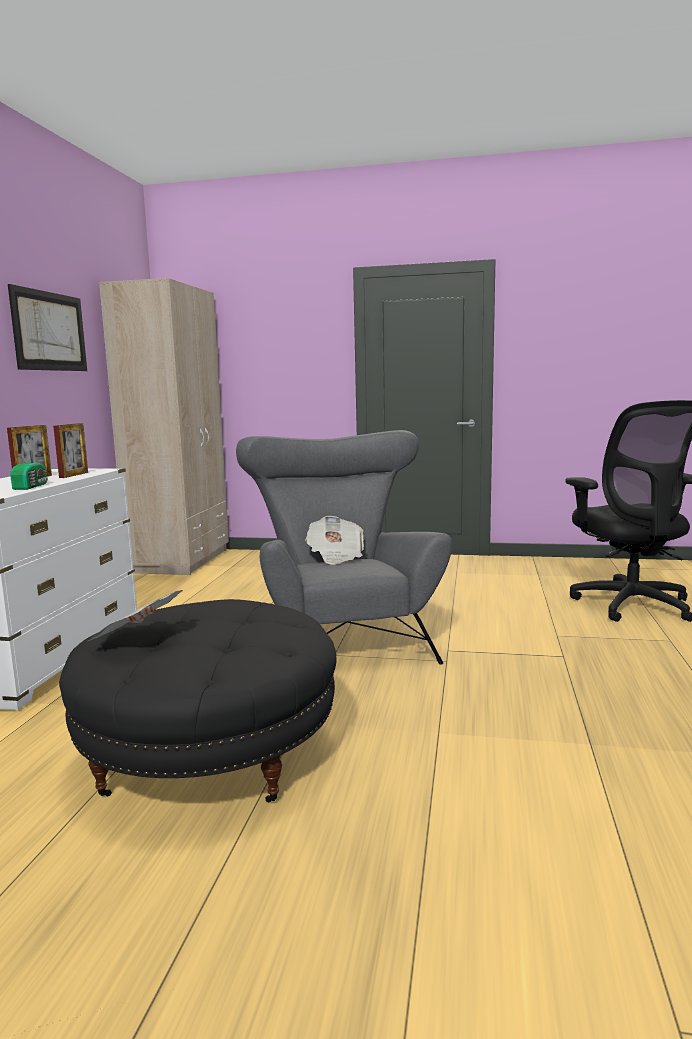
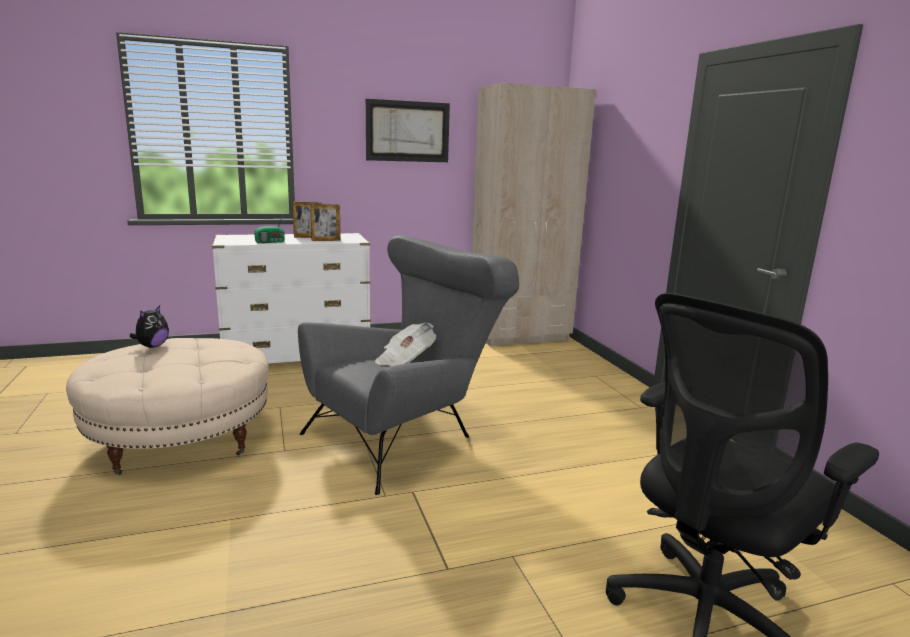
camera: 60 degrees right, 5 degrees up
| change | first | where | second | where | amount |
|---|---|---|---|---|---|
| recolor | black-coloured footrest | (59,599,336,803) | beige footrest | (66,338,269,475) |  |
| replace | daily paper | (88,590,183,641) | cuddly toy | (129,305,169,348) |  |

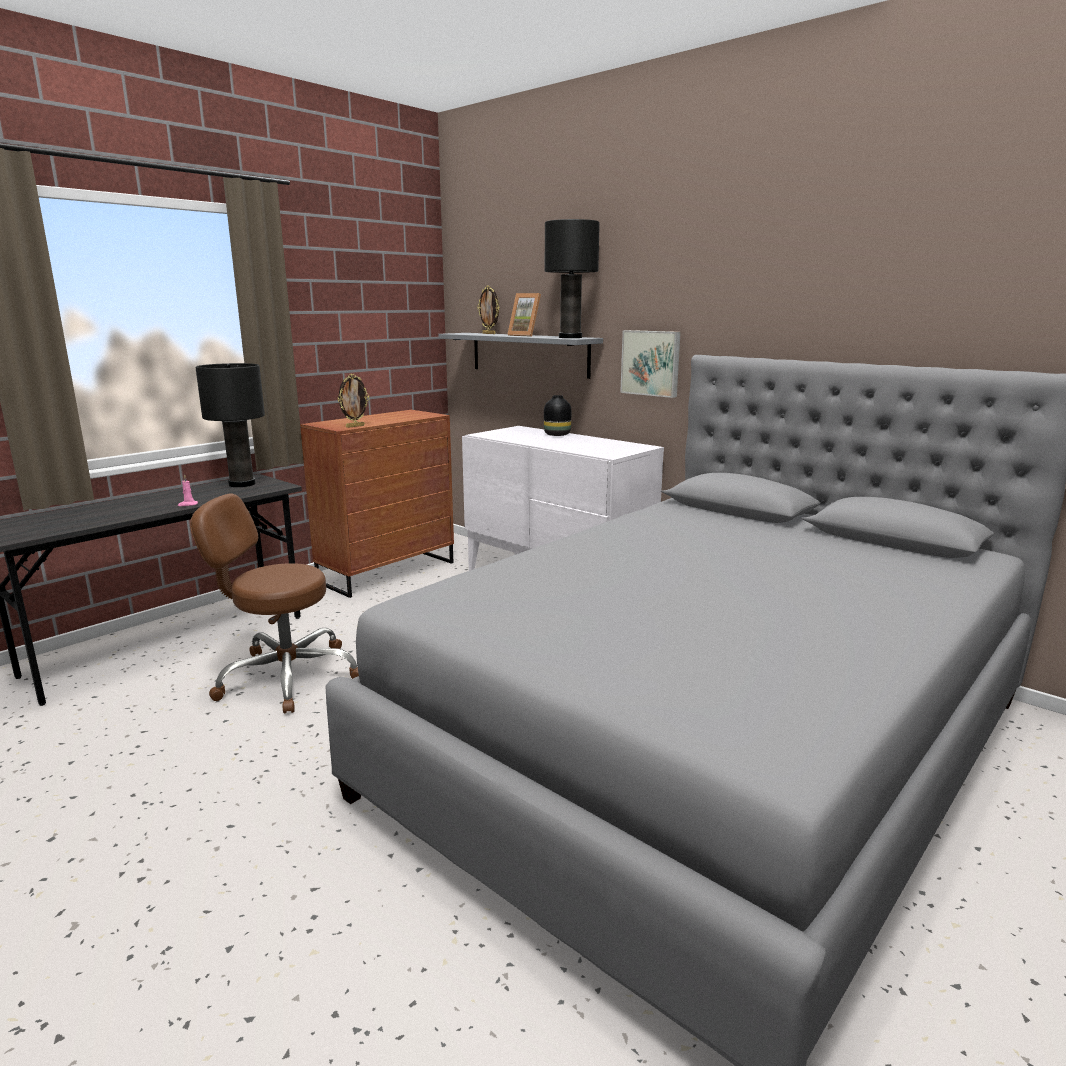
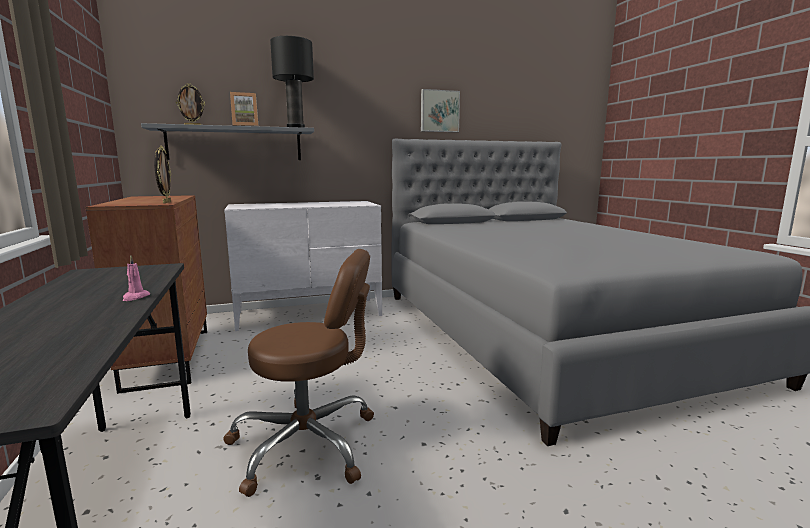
camera: 60 degrees left, 5 degrees down
| change | first | where | second | where | amount |
|---|---|---|---|---|---|
| rotate | brown-coloured office chair | (190,493,359,713) |  | (223,249,374,497) | 120 degrees counterclockwise |
| delete | black-coloured lamp for a table | (195,363,265,487) |  |  |  |
| delete | black-coloured decorative vase | (544,395,571,436) |  |  |  |
| move | picture | (620,330,681,398) |  | (421,89,460,132) |  |

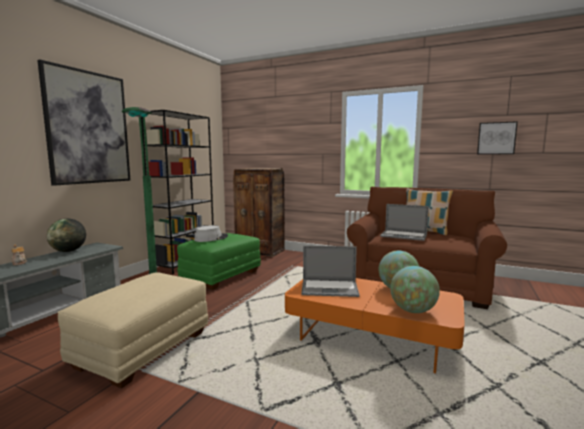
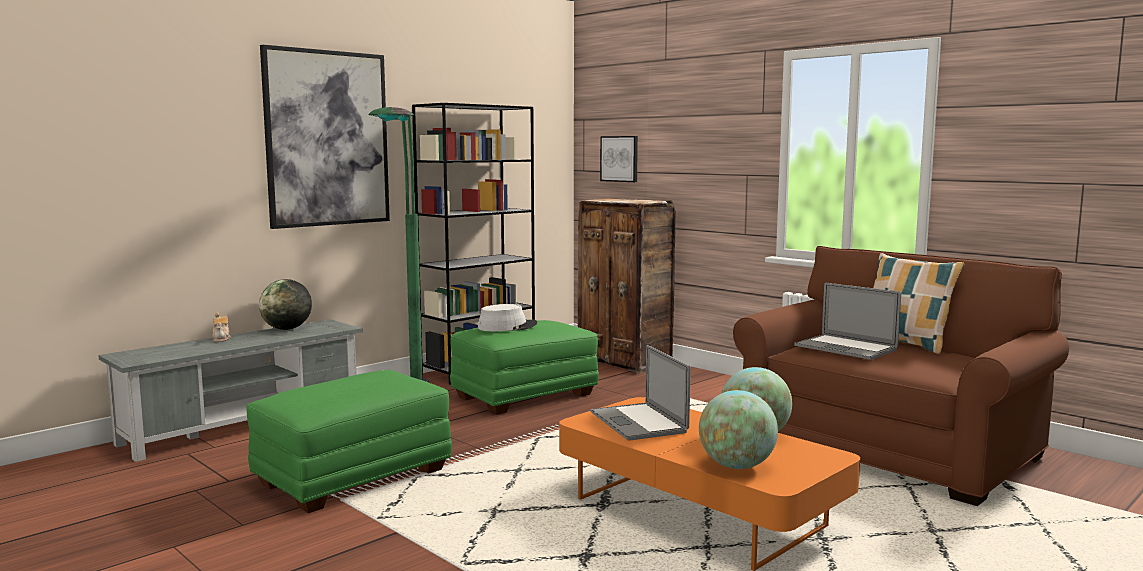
camera: 20 degrees right, 0 degrees up
| change | first | where | second | where | amount |
|---|---|---|---|---|---|
| recolor | beige footrest | (58,272,208,388) | green-coloured footrest | (247,370,452,513) |  |
| rotate | portable computer | (301,246,359,297) |  | (591,345,691,440) | 45 degrees clockwise |
| move | picture | (477,121,518,155) |  | (600,136,638,182) |  |

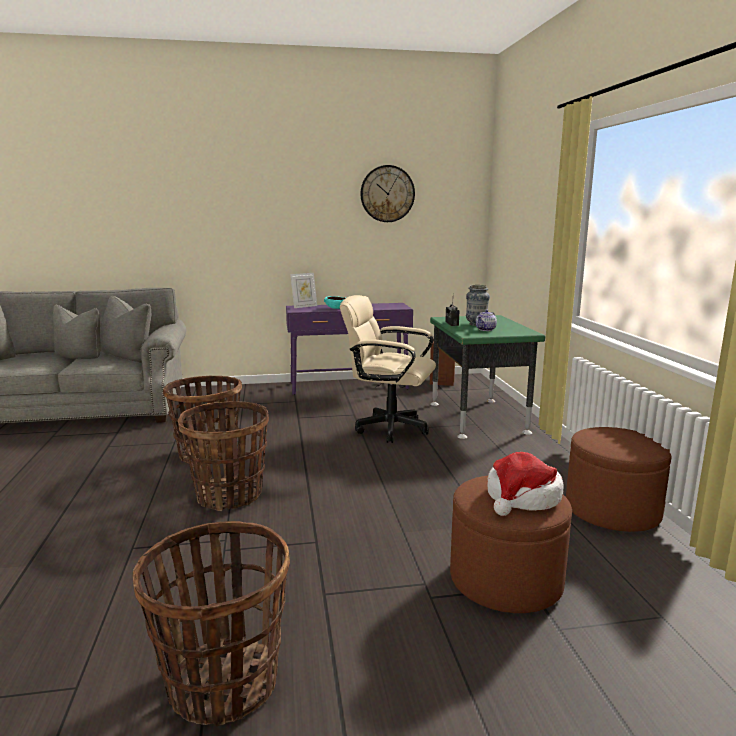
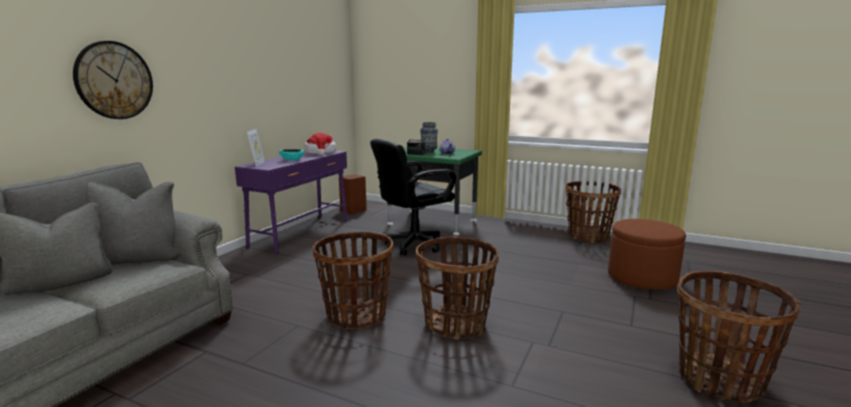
camera: 55 degrees left, 0 degrees up
| change | first | where | second | where | amount |
|---|---|---|---|---|---|
| recolor | beige office chair | (340,295,436,443) | black-coloured office chair | (370,139,456,256) |  |
| move | clock on the wall | (361,165,415,222) |  | (73,41,153,119) |  |
| move | wearable hat | (488,452,564,516) |  | (305,133,336,156) |  |
| replace | brown-coloured footrest | (566,427,672,532) | storage basket | (565,181,621,243) |  |

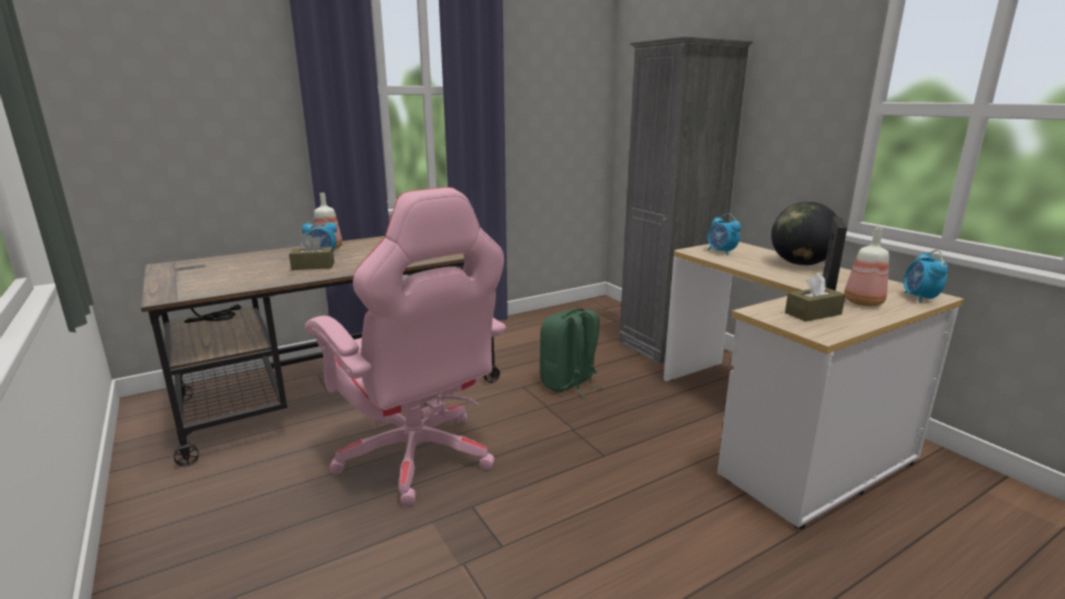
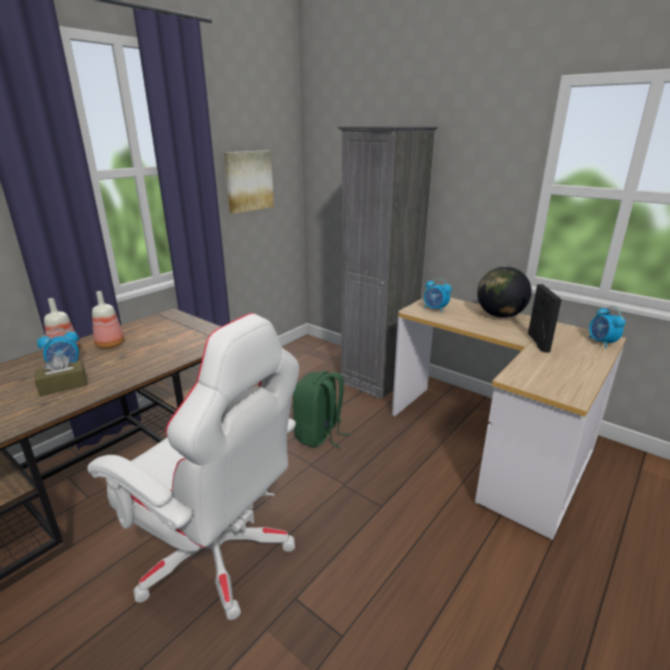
camera: 20 degrees left, 5 degrees up
| change | first | where | second | where | amount |
|---|---|---|---|---|---|
| recolor | pink-coloured office chair | (305,187,506,507) | white office chair | (88,313,299,620) |  |
| delete | brown-coloured tissue holder | (785,273,846,322) |  |  |  |
| move | bottle | (844,228,889,306) |  | (92,291,124,349) |  |
| insert |  |  | picture | (224,150,274,214) |  |

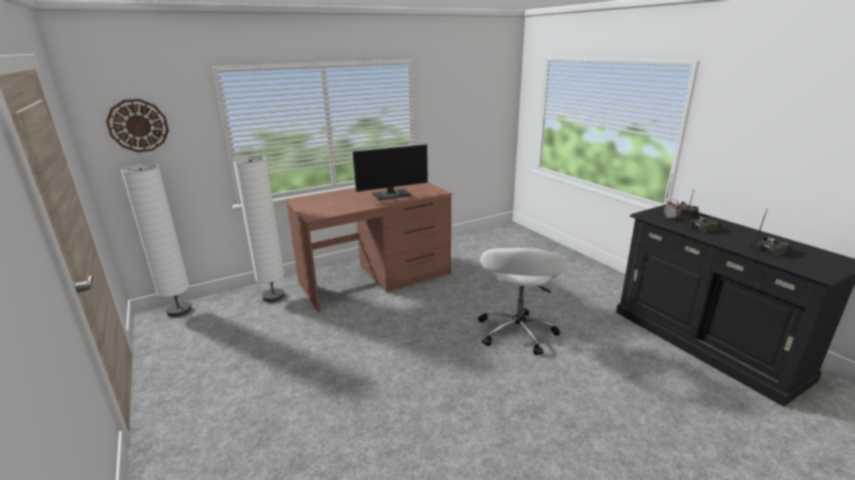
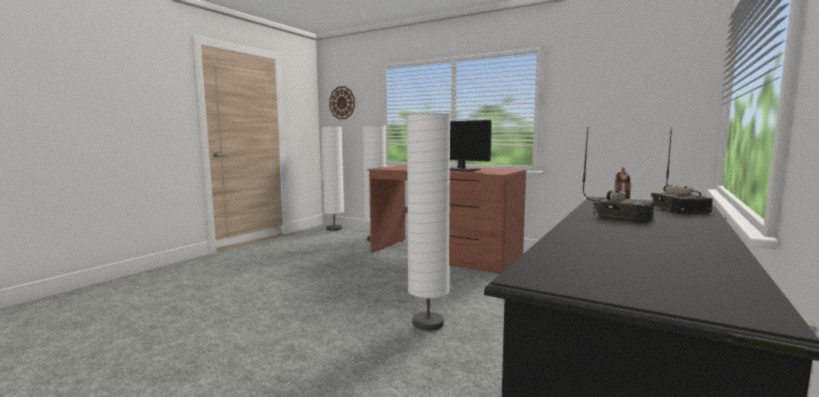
camera: 60 degrees right, 15 degrees down
| change | first | where | second | where | amount |
|---|---|---|---|---|---|
| replace | white office chair | (478,248,567,355) | white floor lamp | (407,113,451,331) |  |
| delete | radio | (750,210,792,256) |  |  |  |

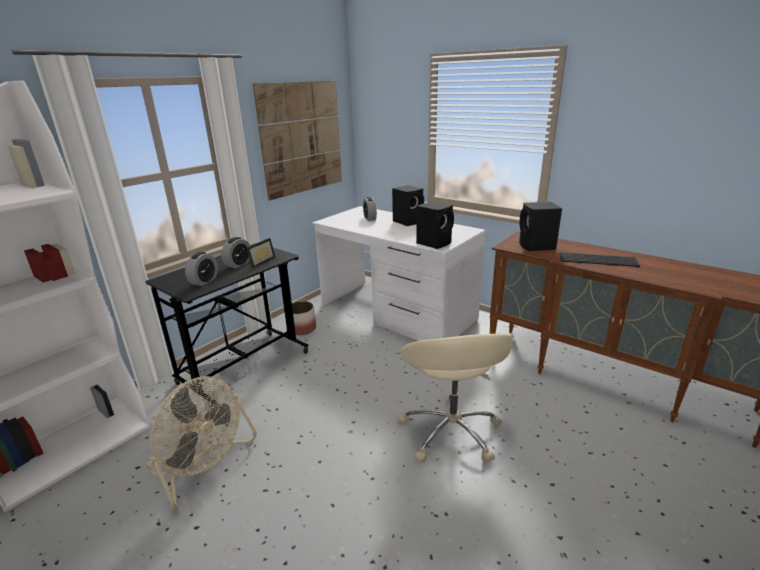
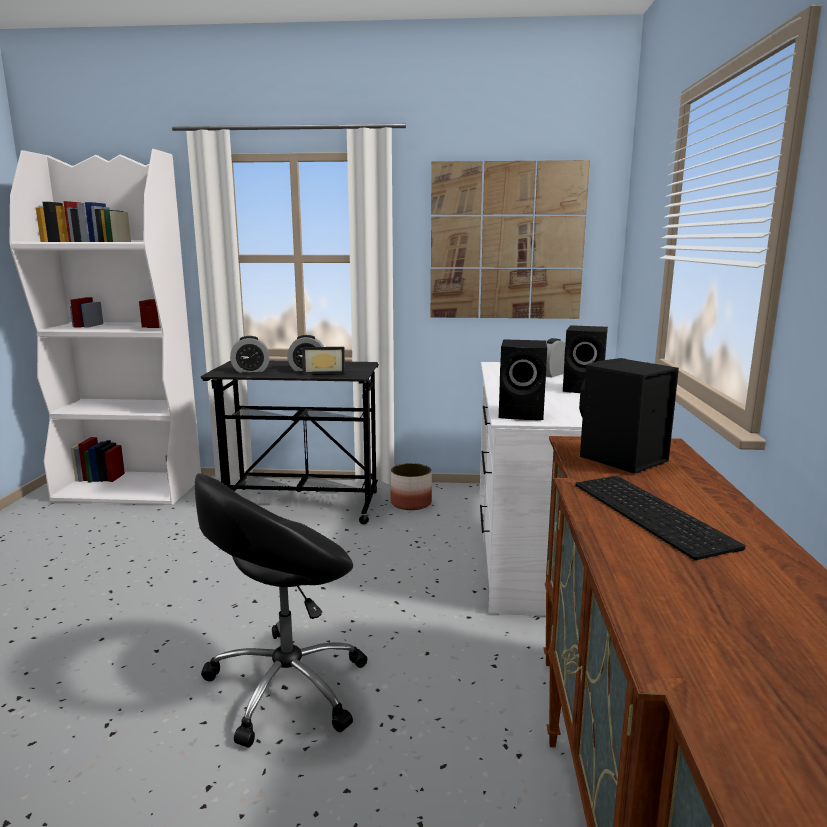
camera: 55 degrees right, 10 degrees down
| change | first | where | second | where | amount |
|---|---|---|---|---|---|
| delete | beige cooling fan | (146,376,257,513) |  |  |  |
| recolor | beige office chair | (397,334,513,463) | black-coloured office chair | (195,473,367,748) |  |

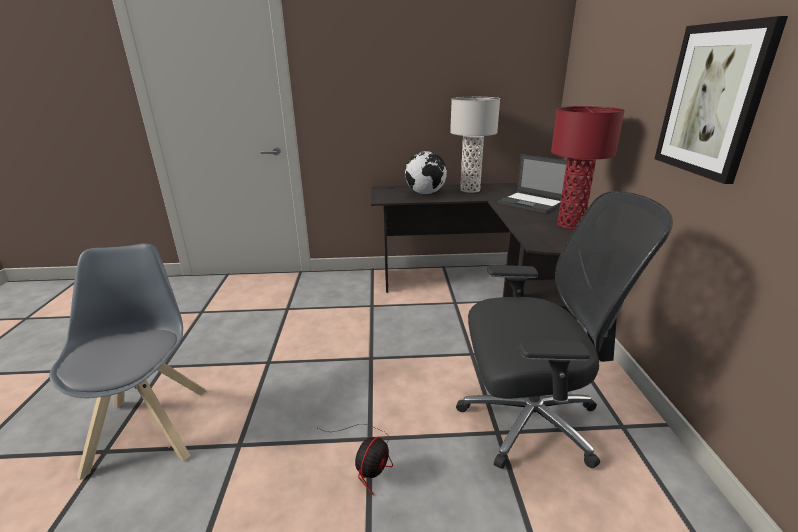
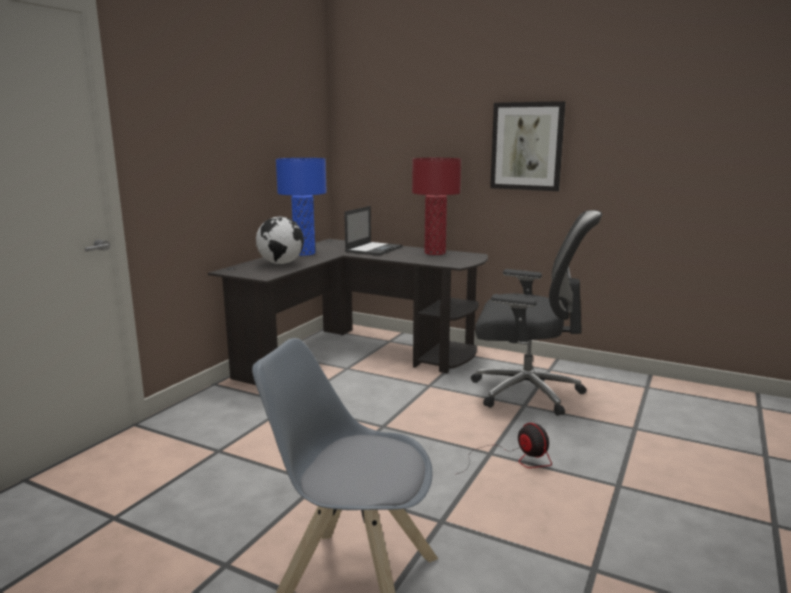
camera: 60 degrees left, 10 degrees down
| change | first | where | second | where | amount |
|---|---|---|---|---|---|
| recolor | white lamp for a table | (450,97,500,193) | blue-coloured lamp for a table | (276,158,327,256) |  |
| rotate | office chair | (456,191,673,469) |  | (471,210,602,416) | 75 degrees clockwise |
| rotate | portable computer | (498,154,568,213) |  | (344,206,403,256) | 45 degrees counterclockwise |

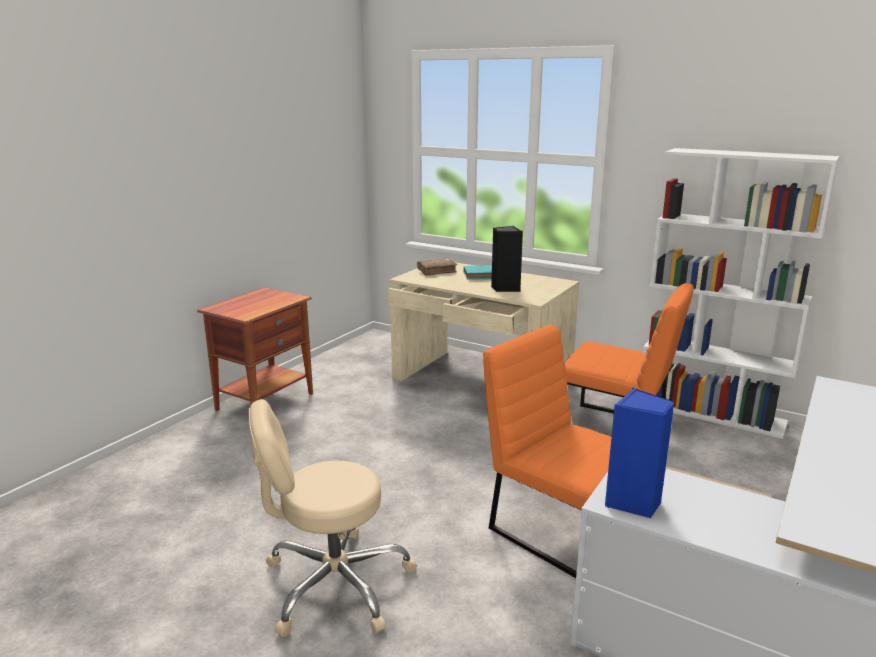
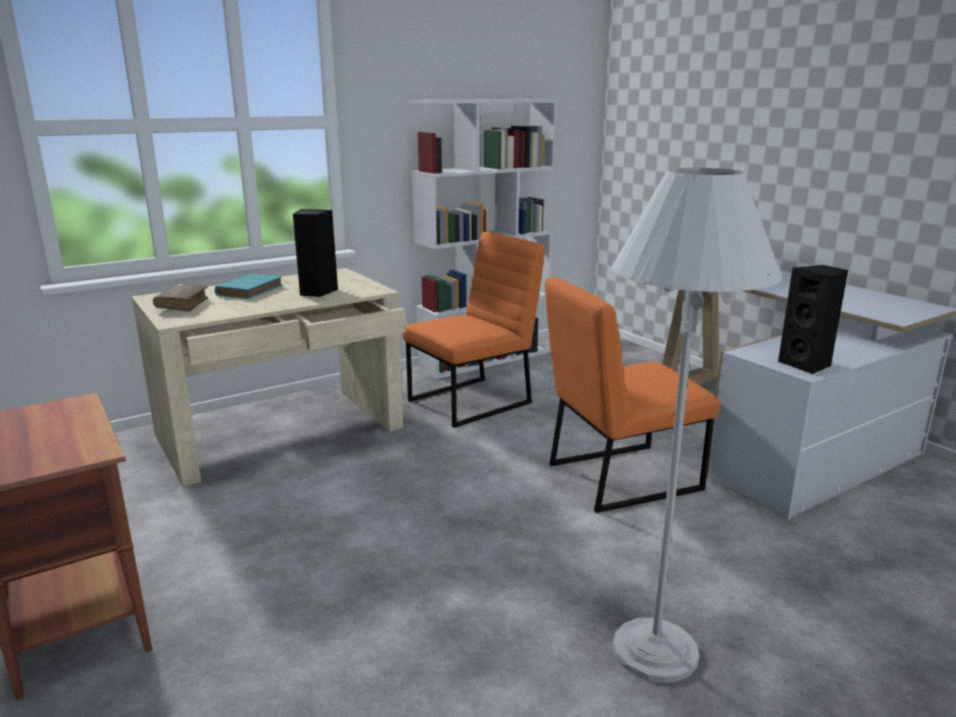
camera: 65 degrees left, 0 degrees up
| change | first | where | second | where | amount |
|---|---|---|---|---|---|
| replace | beige office chair | (249,399,417,637) | white floor lamp | (612,168,783,683) |  |
| recolor | blue-coloured audio speaker | (605,388,675,518) | black-coloured audio speaker | (778,265,848,375) |  |

